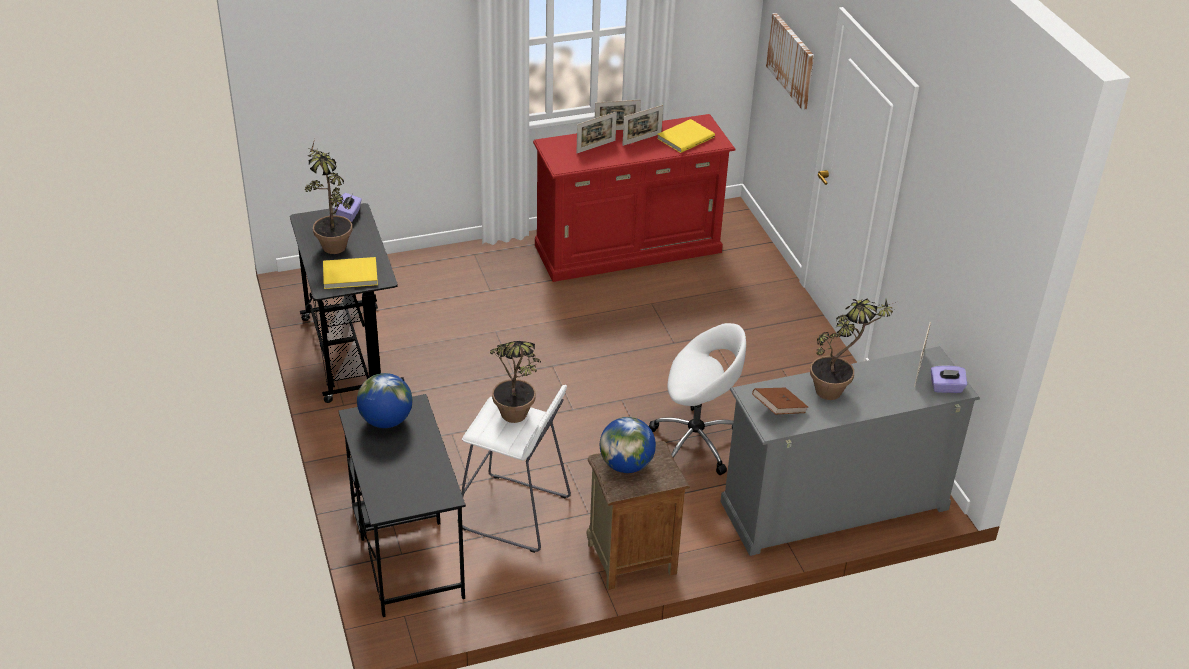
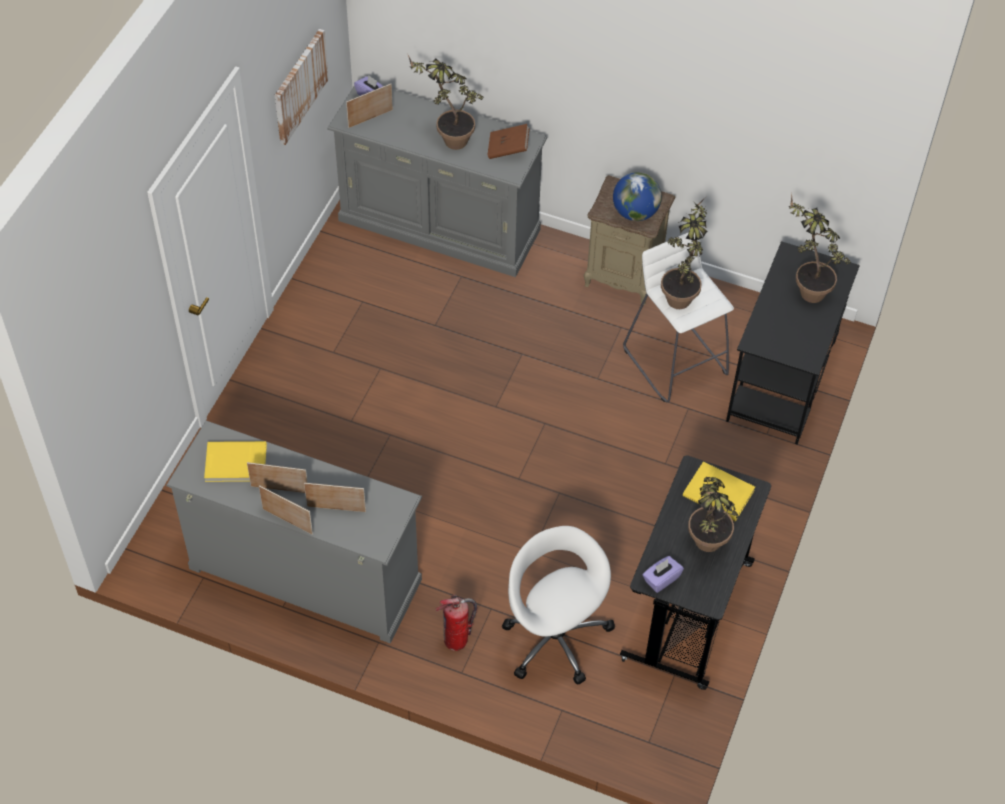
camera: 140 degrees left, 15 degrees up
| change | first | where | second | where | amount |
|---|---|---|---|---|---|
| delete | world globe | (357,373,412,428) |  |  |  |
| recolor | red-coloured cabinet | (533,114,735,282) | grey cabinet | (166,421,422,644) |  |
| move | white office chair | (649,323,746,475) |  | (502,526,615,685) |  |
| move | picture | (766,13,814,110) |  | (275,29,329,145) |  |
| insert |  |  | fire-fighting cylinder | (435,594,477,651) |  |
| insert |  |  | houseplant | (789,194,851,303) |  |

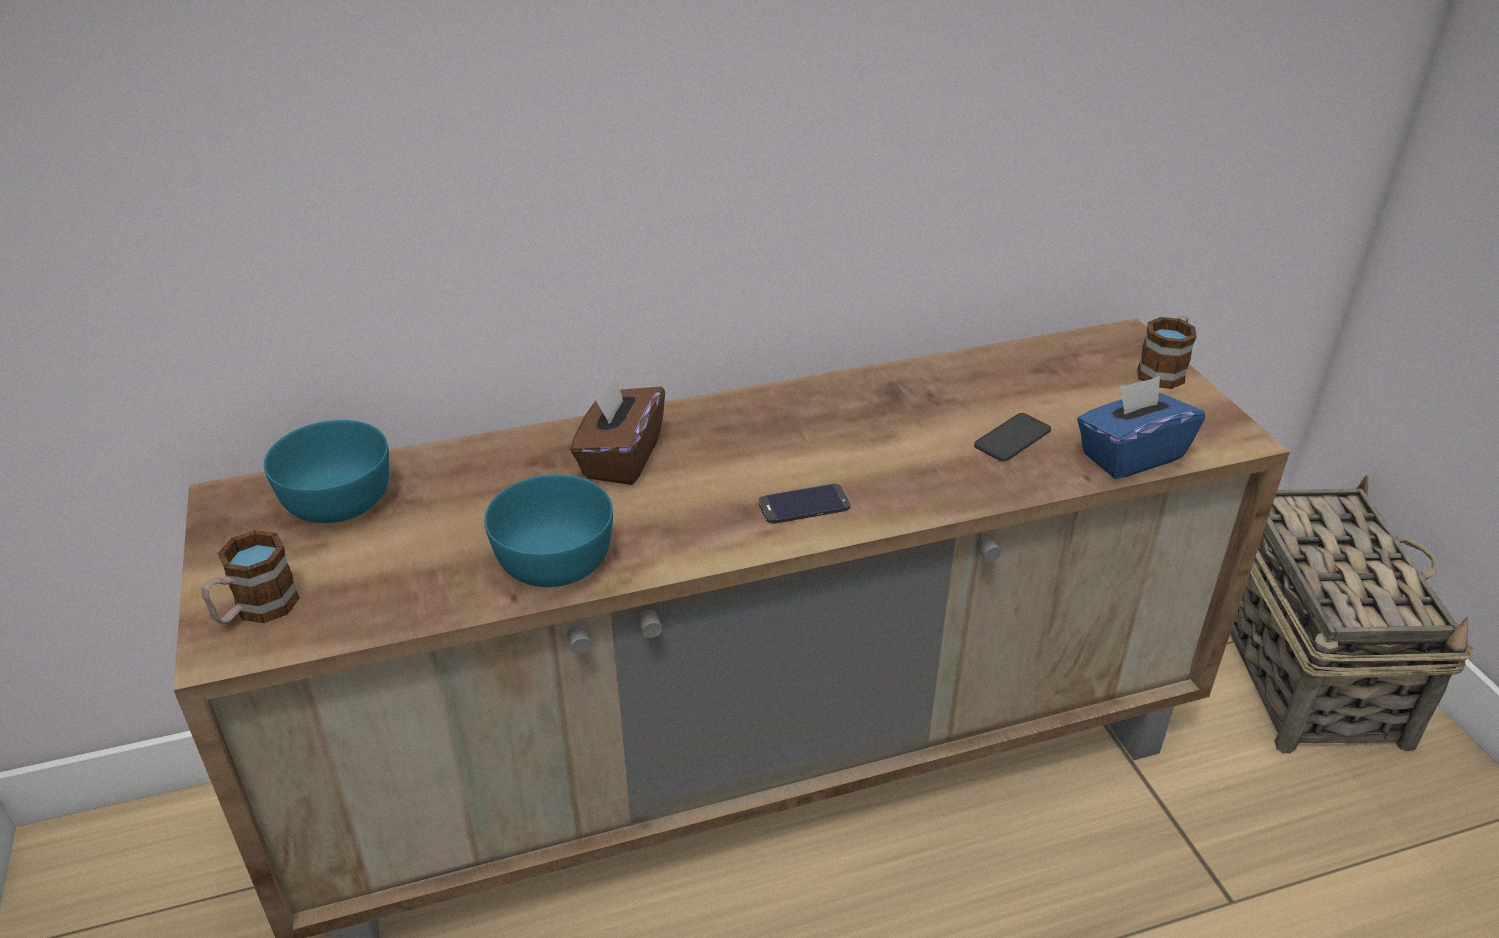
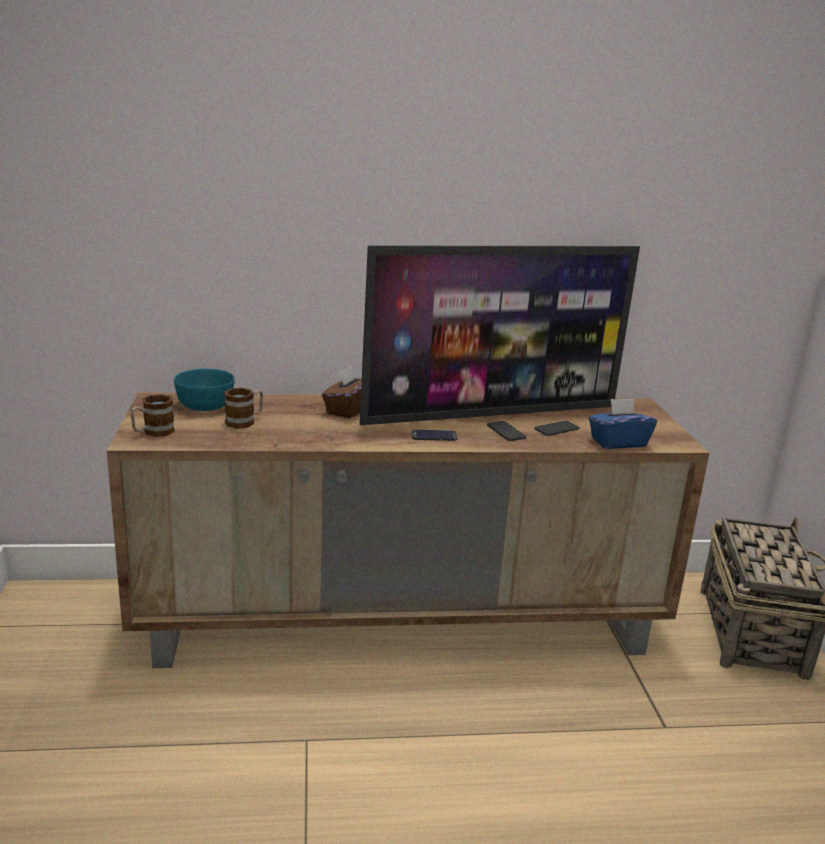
camera: 10 degrees right, 15 degrees down
| change | first | where | second | where | amount |
|---|---|---|---|---|---|
| delete | blue-green serving bowl | (484,474,613,587) |  |  |  |
| move | mug | (1137,316,1197,389) |  | (224,388,263,429) |  |
| insert |  |  | TV | (360,245,640,425) |  |
| insert |  |  | telephone | (487,421,526,441) |  |

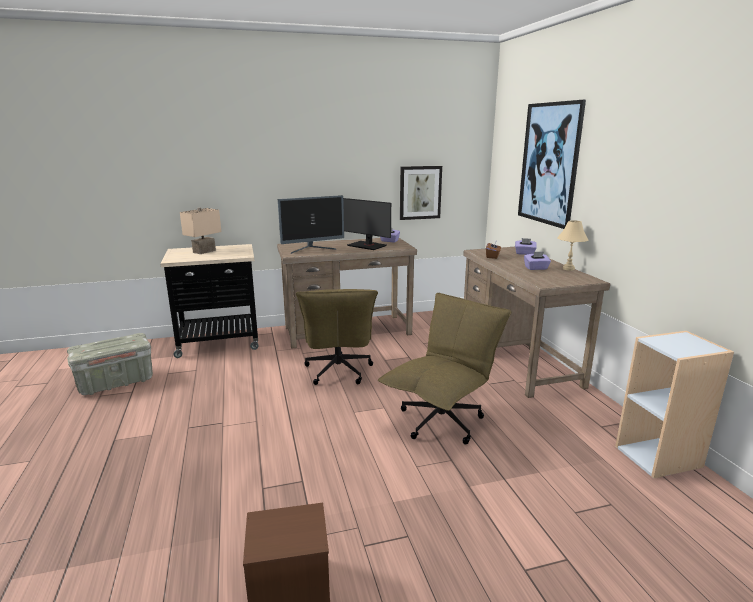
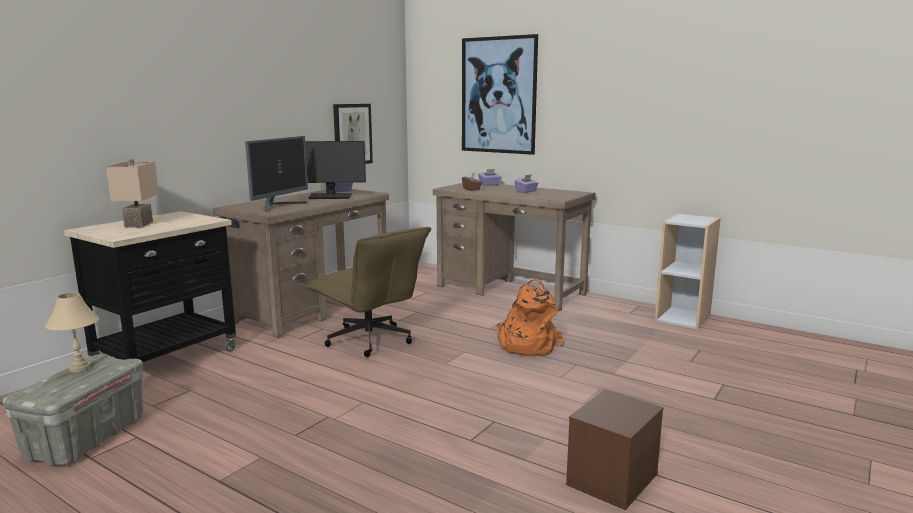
camera: 40 degrees left, 5 degrees down
| change | first | where | second | where | amount |
|---|---|---|---|---|---|
| replace | beige office chair | (378,293,511,444) | orange-coloured knapsack | (496,279,564,356) |  |
| move | beige lamp for a table | (557,220,588,271) |  | (45,293,99,372) |  |

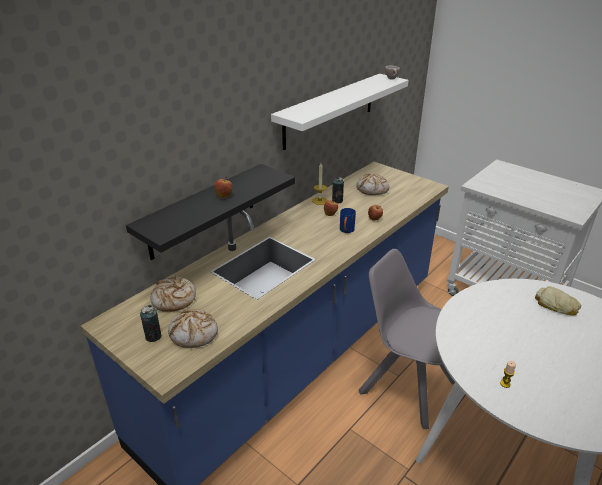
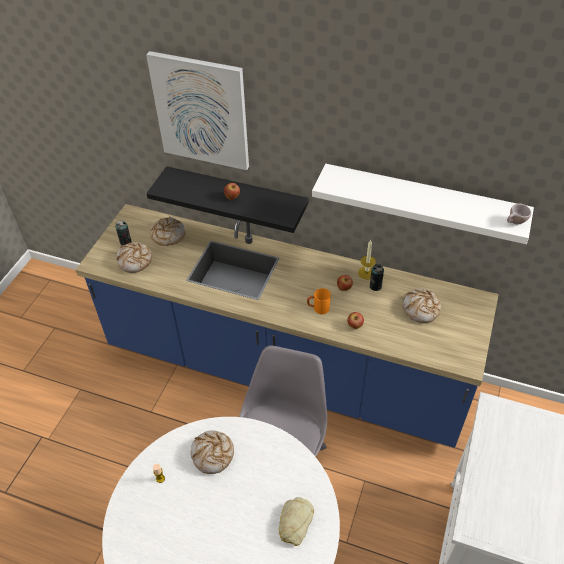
camera: 70 degrees right, 15 degrees up
| change | first | where | second | where | amount |
|---|---|---|---|---|---|
| recolor | blue-coloured mug | (340,208,356,233) | orange-coloured mug | (307,288,331,314) |  |
| insert |  |  | picture | (146,51,249,170) |  |
| insert |  |  | bread | (191,431,234,474) |  |

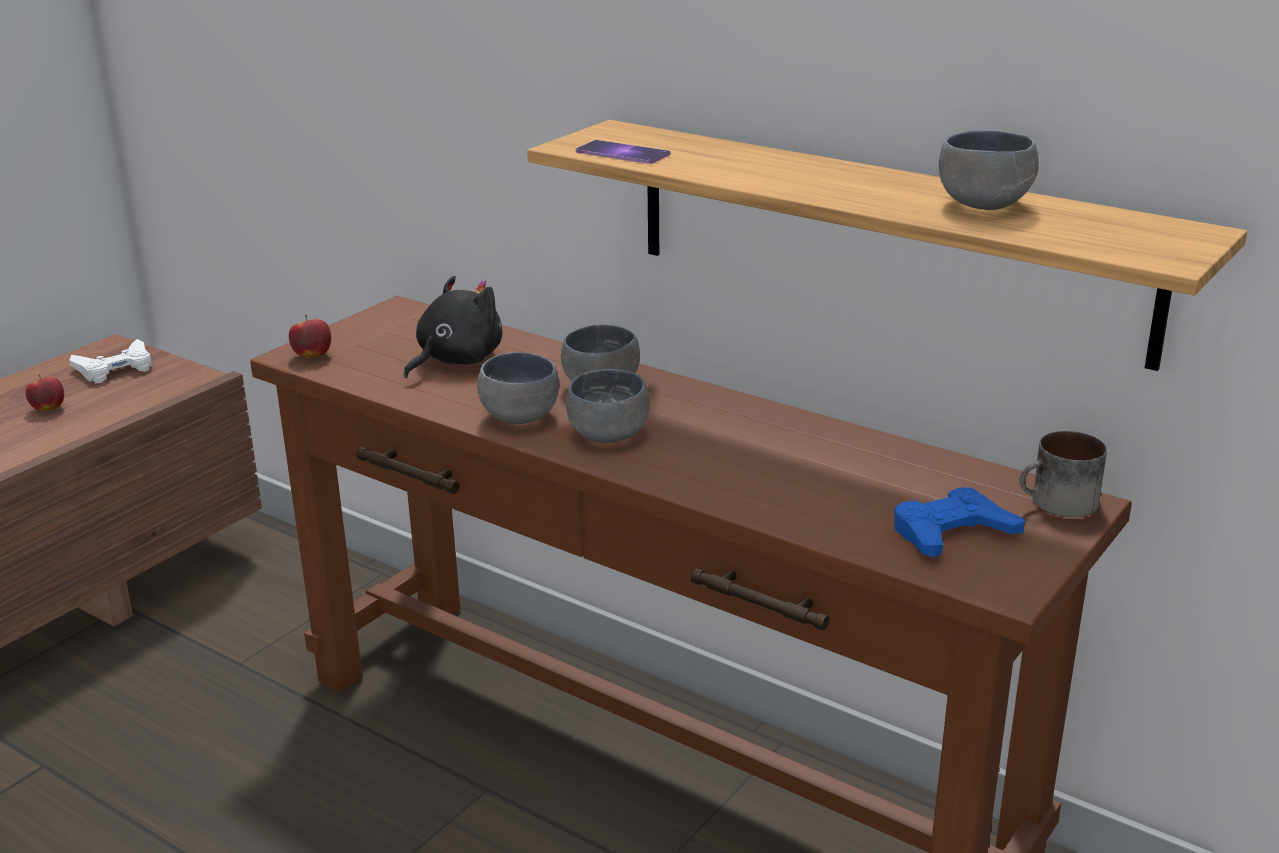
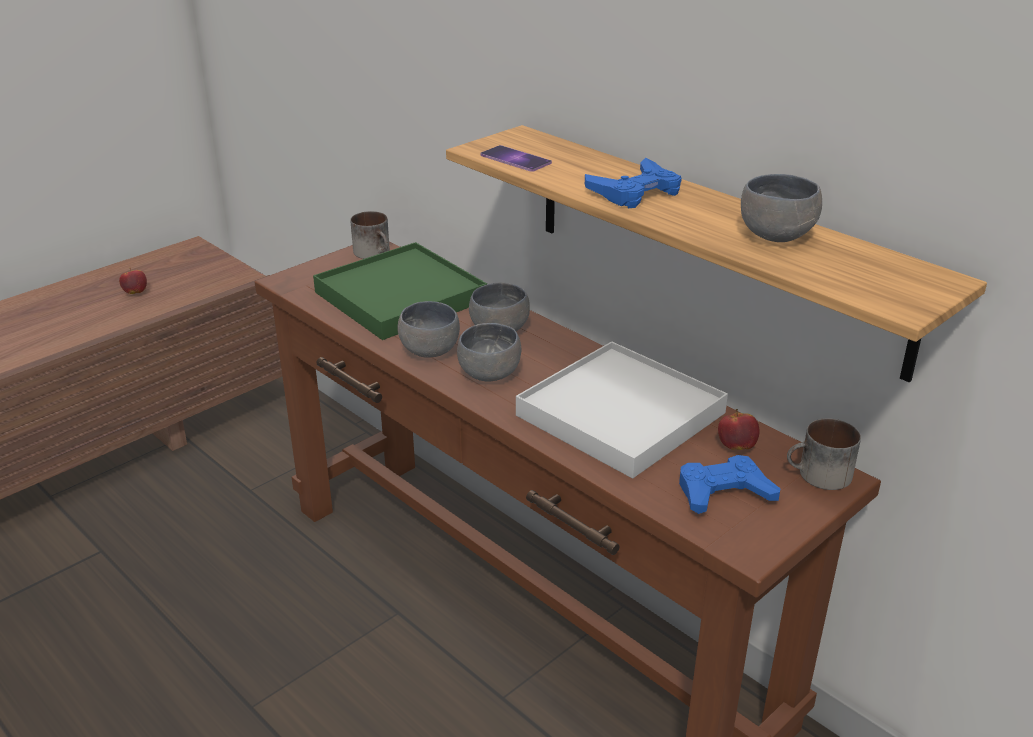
camera: 10 degrees right, 5 degrees up
| change | first | where | second | where | amount |
|---|---|---|---|---|---|
| delete | white game controller | (69,339,152,383) |  |  |  |
| move | apple | (289,315,331,358) |  | (718,409,760,450) |  |
| replace | black-coloured cuddly toy | (404,276,502,378) | green-coloured serving tray | (313,242,487,340) |  |
| insert |  |  | mug | (350,211,390,259) |  |
| insert |  |  | white serving tray | (516,341,728,478) |  |
| insert |  |  | blue-coloured game controller | (585,158,682,208) |  |

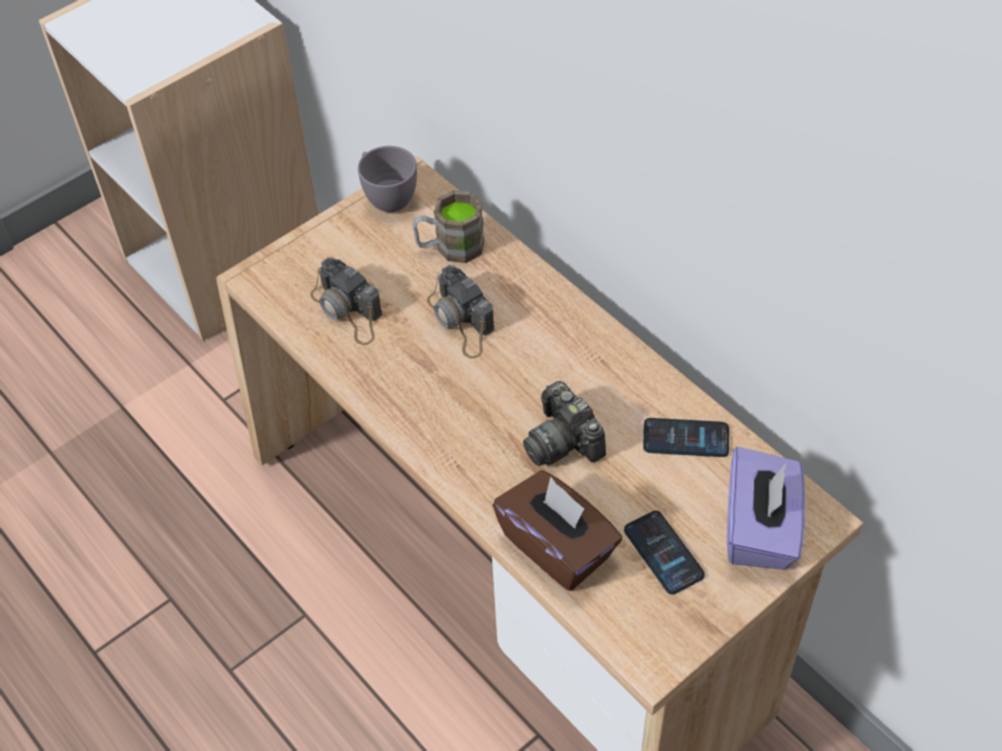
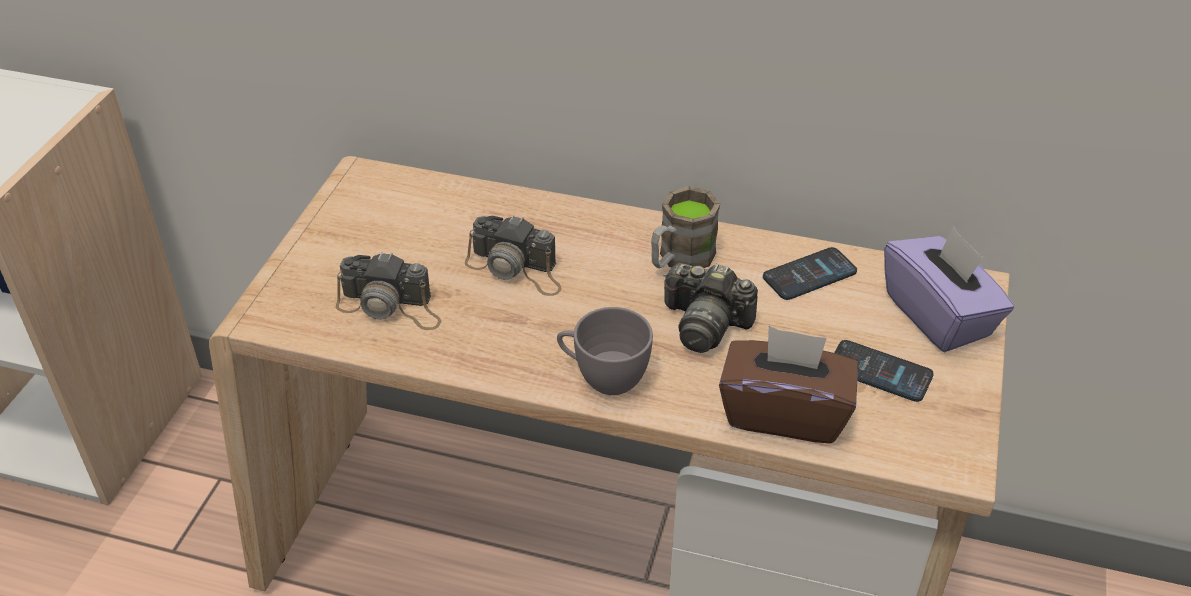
camera: 35 degrees left, 10 degrees down
| change | first | where | second | where | amount |
|---|---|---|---|---|---|
| move | grey small cup | (358,146,417,212) |  | (557,307,653,395) |  |
| move | brown-coloured mug | (412,190,485,263) |  | (651,186,720,268) |  |

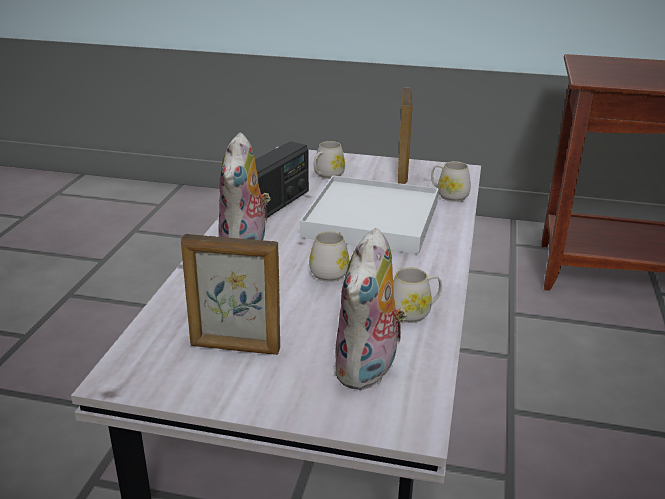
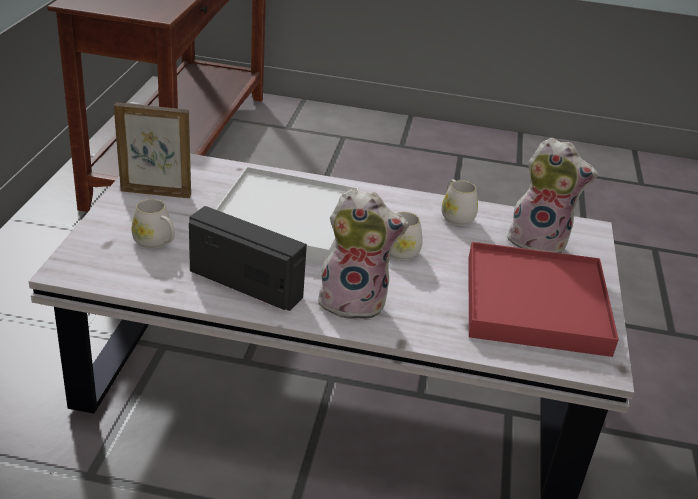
camera: 95 degrees left, 5 degrees up
| change | first | where | second | where | amount |
|---|---|---|---|---|---|
| replace | standing frame | (181,234,280,355) | red-coloured serving tray | (468,242,619,357) |  |
| delete | white mug | (431,161,471,202) |  |  |  |

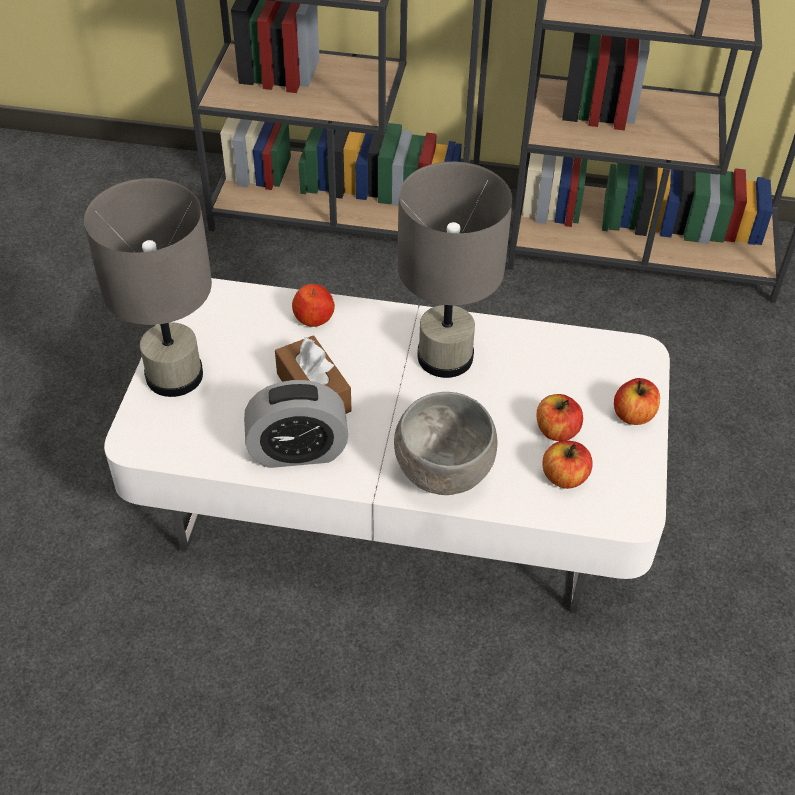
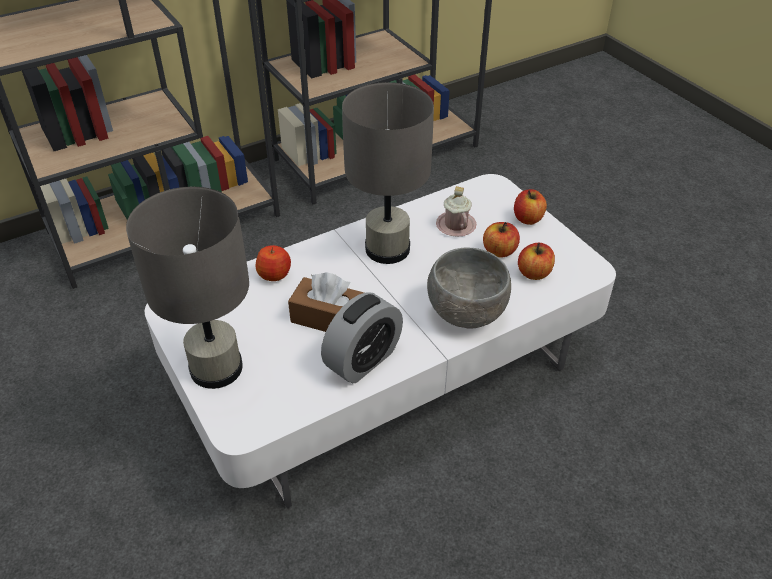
camera: 40 degrees left, 5 degrees down
| change | first | where | second | where | amount |
|---|---|---|---|---|---|
| insert |  |  | pink-coloured mug | (436,186,476,237) |  |

